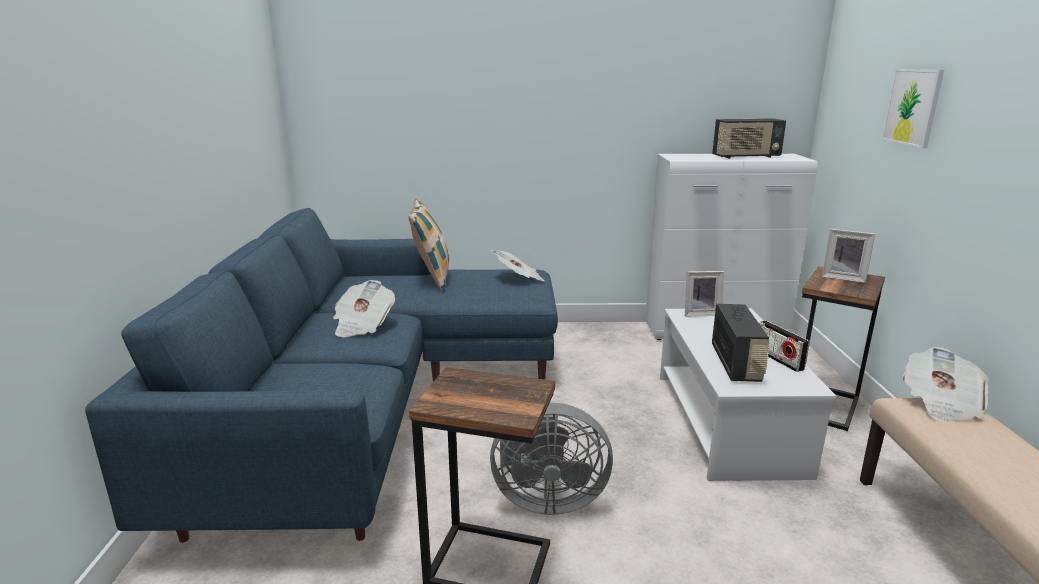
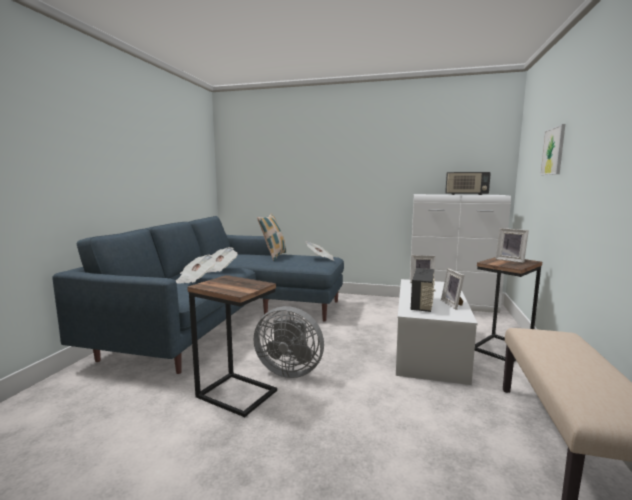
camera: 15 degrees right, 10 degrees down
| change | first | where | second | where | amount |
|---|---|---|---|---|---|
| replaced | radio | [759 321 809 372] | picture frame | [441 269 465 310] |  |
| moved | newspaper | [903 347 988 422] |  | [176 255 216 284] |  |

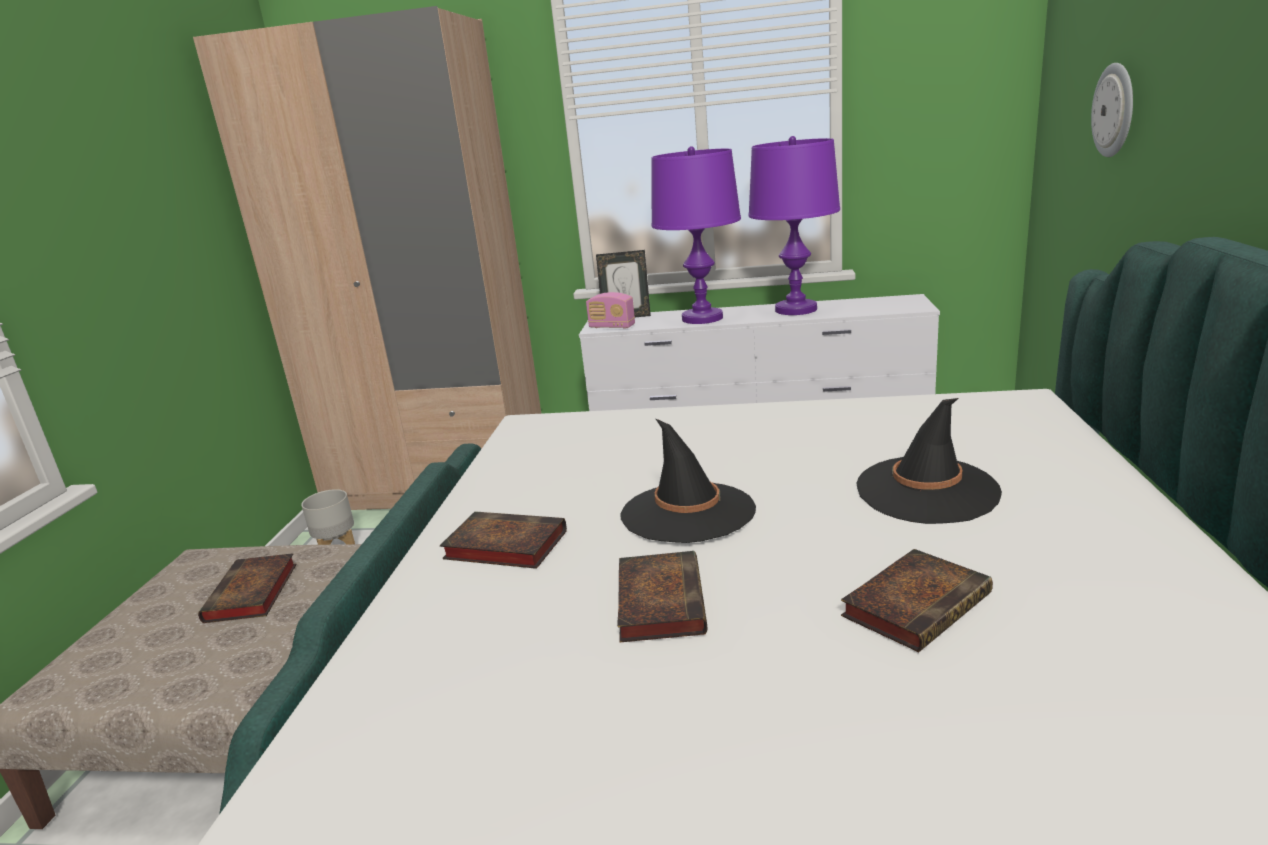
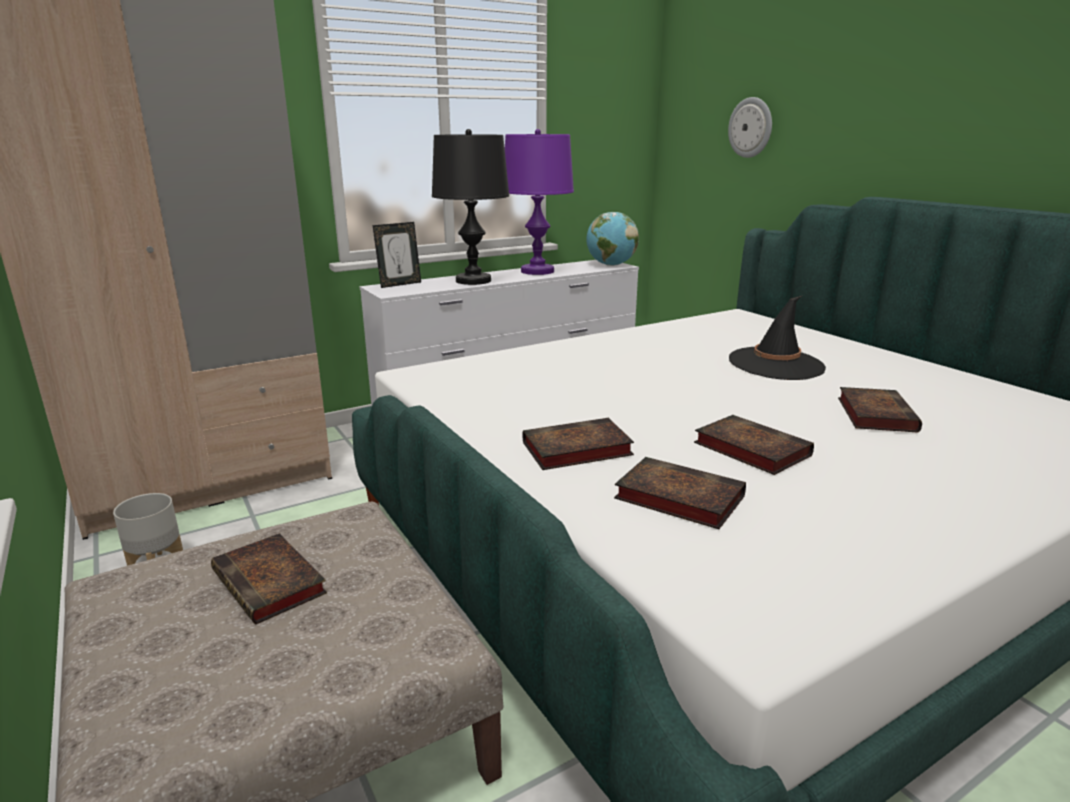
camera: 40 degrees left, 0 degrees up
| change | first | where | second | where | amount |
|---|---|---|---|---|---|
| removed | radio | [586 292 635 329] |  |  |  |
| removed | blackish wearable hat | [621 418 756 543] |  |  |  |
| recoloured | purplish table lamp | [651 146 741 324] | blackish table lamp | [432 129 509 285] |  |
| added |  |  | globe | [586 212 639 266] |  |
| added |  |  | bound book | [614 457 746 529] |  |

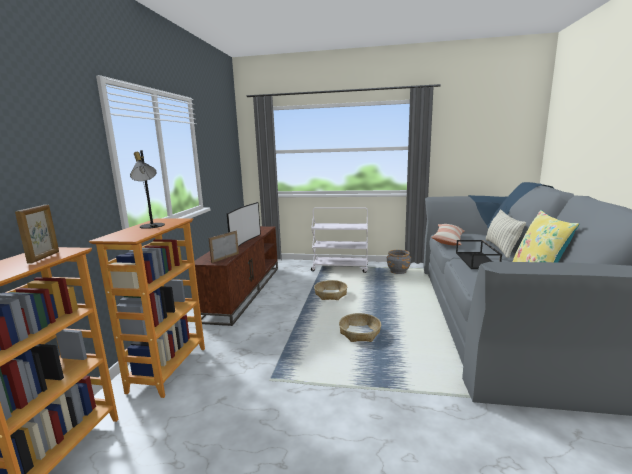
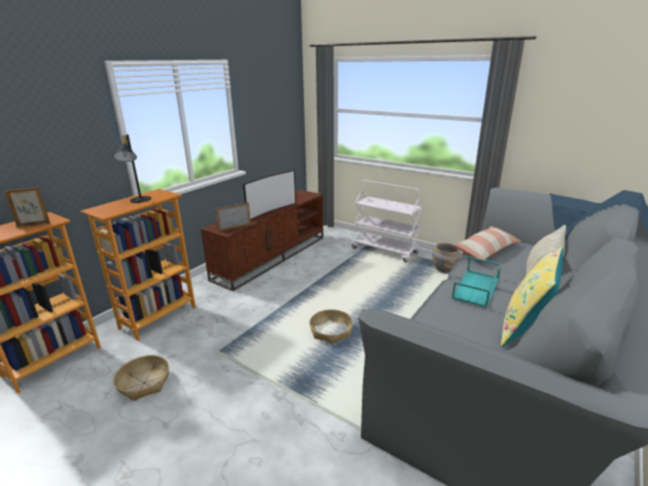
camera: 25 degrees right, 10 degrees up
| change | first | where | second | where | amount |
|---|---|---|---|---|---|
| turned | picture frame | [15 205 59 263] |  | [4 187 50 228] | 135 degrees counterclockwise |
| moved | household basket | [314 280 347 300] |  | [113 355 169 401] |  |
| recoloured | blackish serving tray | [456 240 502 269] | blue-green serving tray | [452 257 502 308] |  |

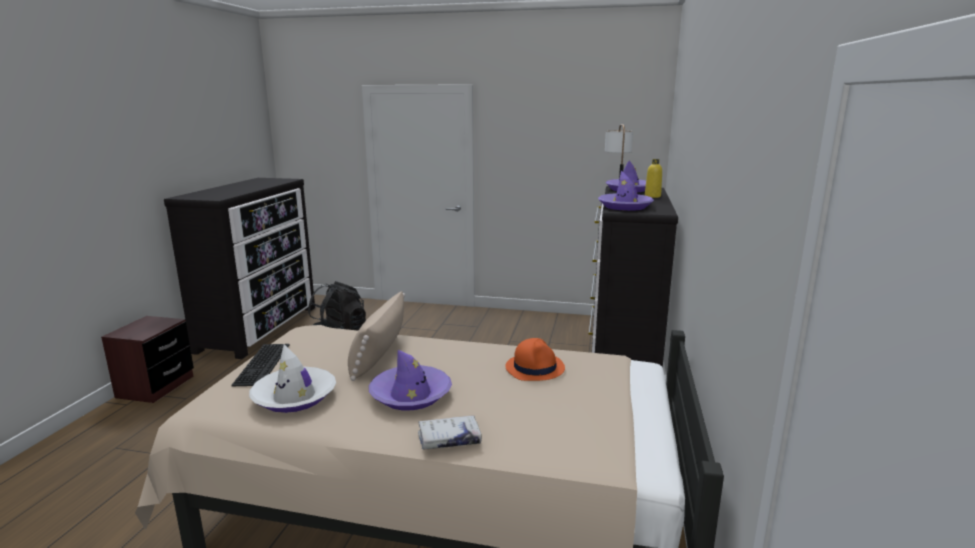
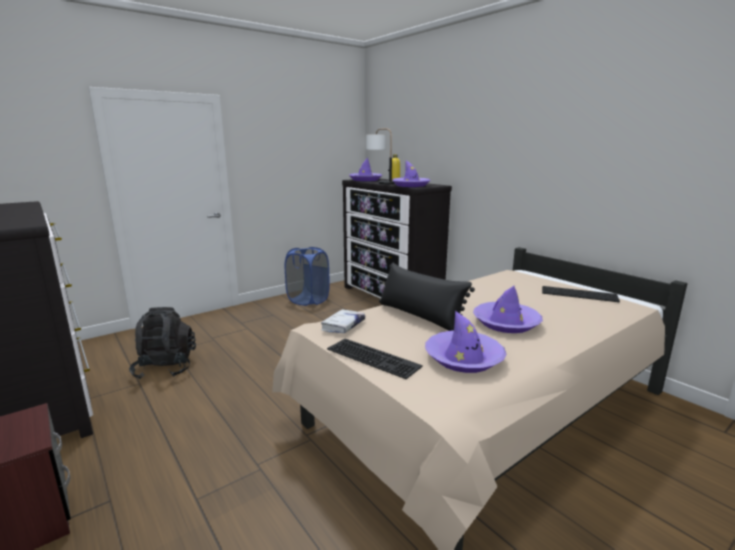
camera: 50 degrees left, 0 degrees up
| change | first | where | second | where | amount |
|---|---|---|---|---|---|
| recoloured | whitish wearable hat | [249 344 336 413] | purplish wearable hat | [425 311 506 373] |  |
| recoloured | sand-coloured throw pillow | [348 291 405 381] | blackish throw pillow | [379 262 475 331] |  |
| moved | whitish bound book | [418 416 482 449] |  | [321 309 365 333] |  |
| removed | orange-coloured wearable hat | [505 338 565 381] |  |  |  |
| added |  |  | blue-coloured hamper | [285 247 330 306] |  |
| added |  |  | PC keyboard | [542 286 620 302] |  |

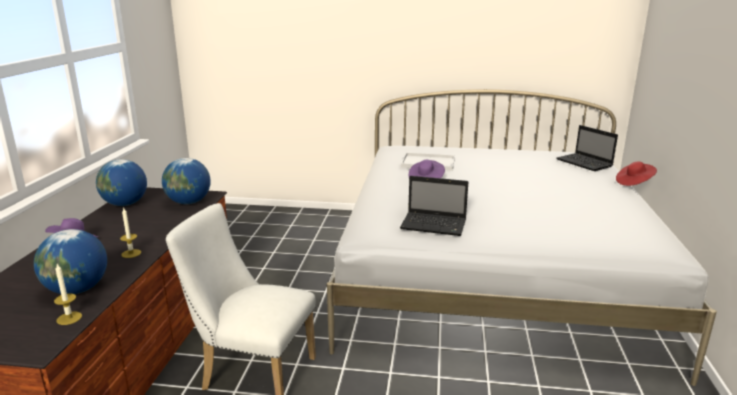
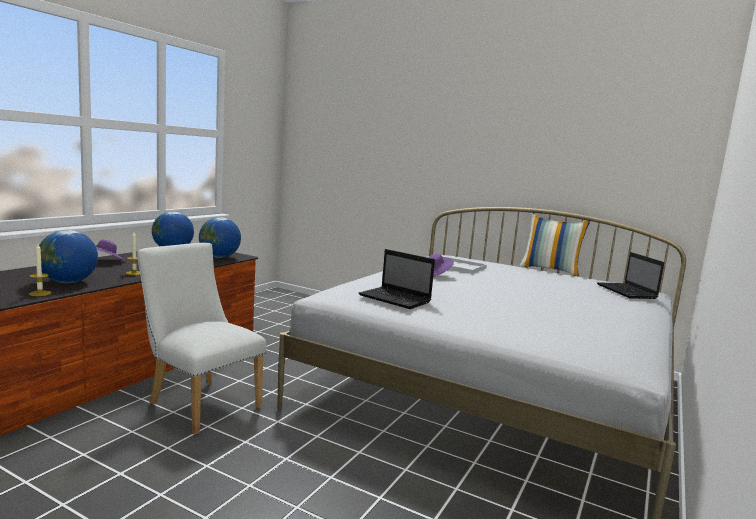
camera: 20 degrees right, 10 degrees down
| change | first | where | second | where | amount |
|---|---|---|---|---|---|
| removed | red-coloured wearable hat | [616 162 657 186] |  |  |  |
| added |  |  | throw pillow | [519 214 590 277] |  |

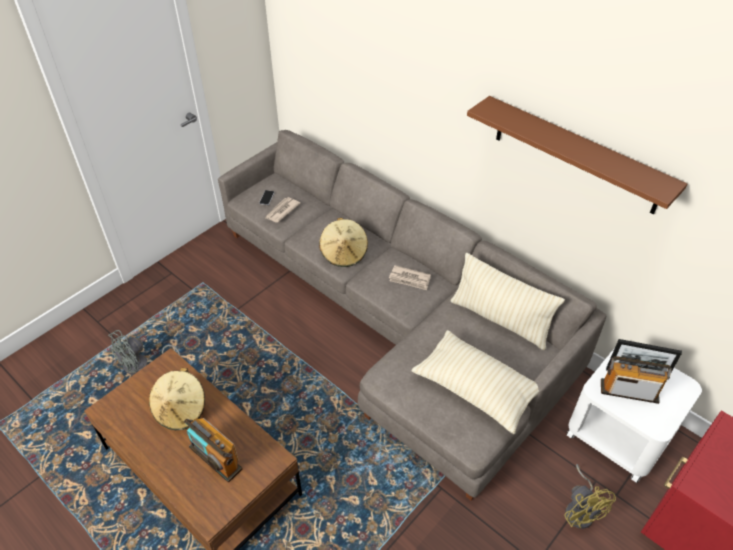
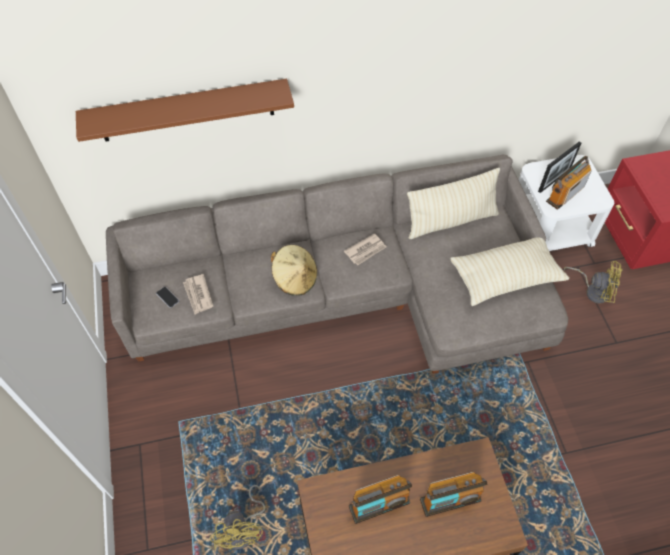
camera: 55 degrees left, 10 degrees up
| change | first | where | second | where | amount |
|---|---|---|---|---|---|
| recoloured | grey cooling fan | [108 330 180 375] | yellow-coloured cooling fan | [210 485 265 550] |  |
| replaced | sand-coloured wearable hat | [149 368 205 430] | radio | [349 475 412 524] |  |
| moved | brown bracket shelf | [467 96 687 214] |  | [76 79 294 142] |  |

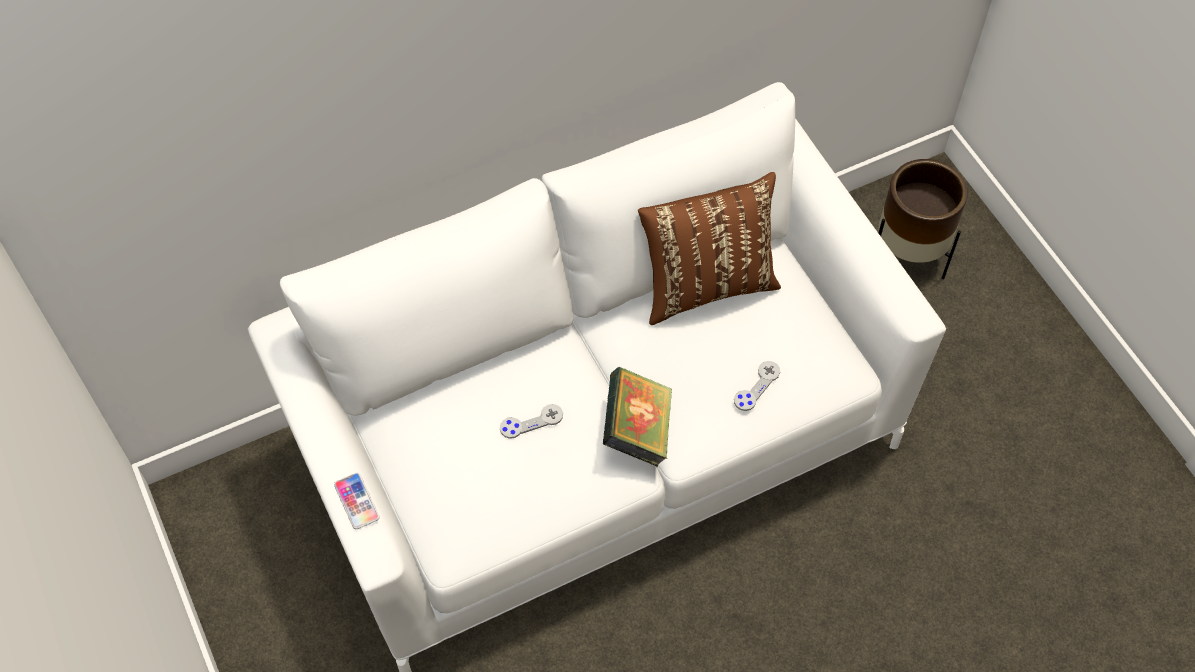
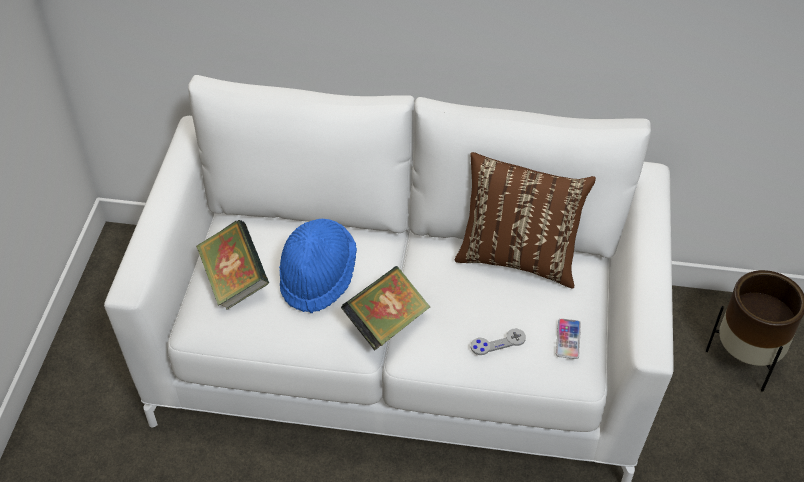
camera: 35 degrees right, 10 degrees down
| change | first | where | second | where | amount |
|---|---|---|---|---|---|
| moved | telephone | [334 473 379 529] |  | [556 318 581 359] |  |
| replaced | grey gamepad | [500 404 563 439] | blue-coloured wearable hat | [279 219 357 313] |  |
| added |  |  | bound book | [196 220 269 310] |  |

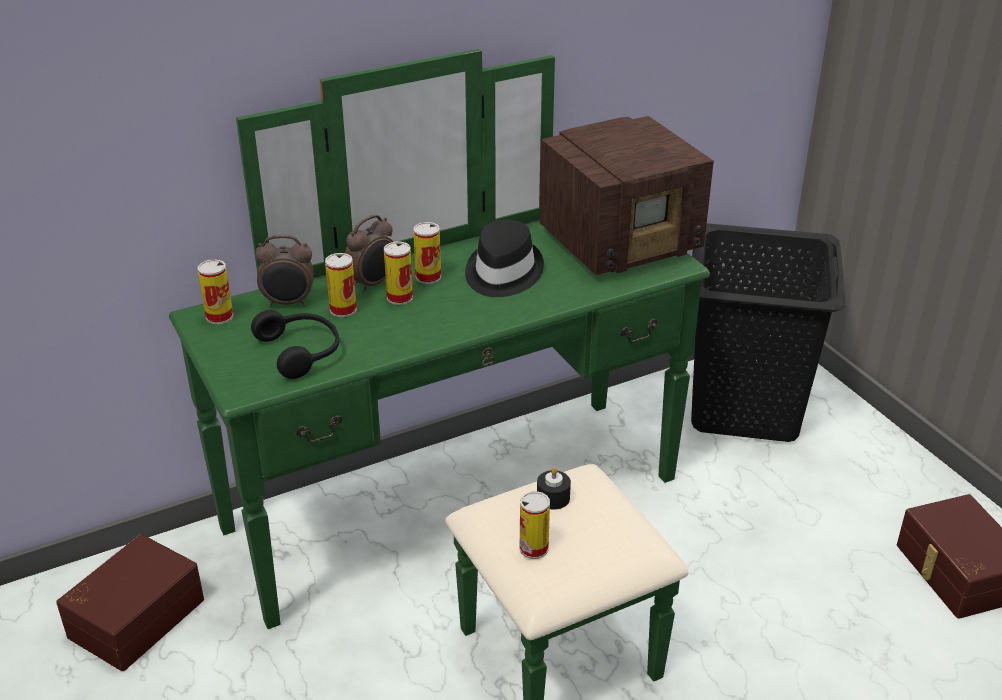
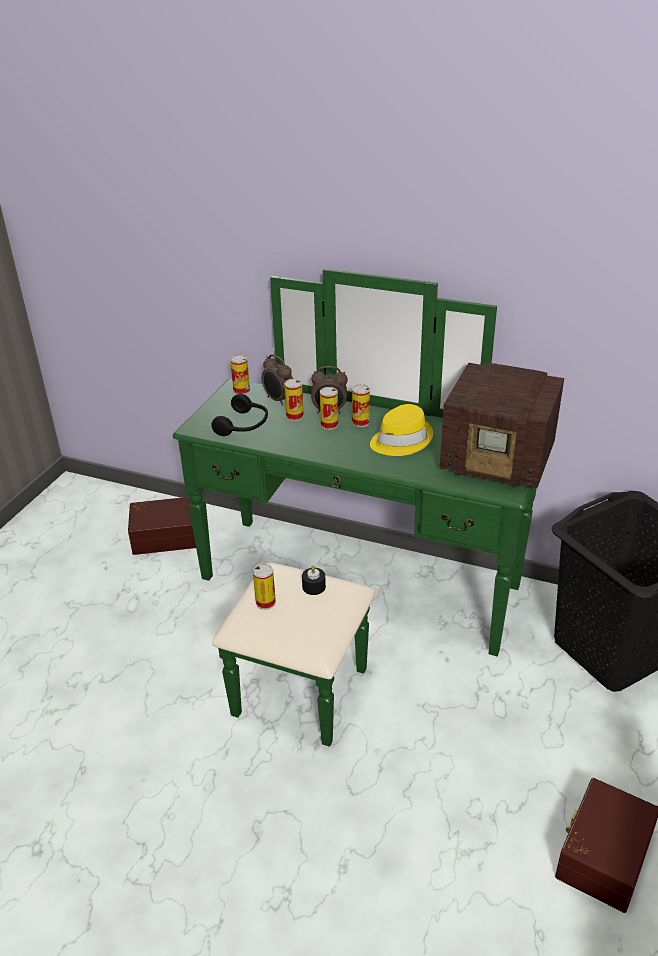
camera: 50 degrees right, 0 degrees up
| change | first | where | second | where | amount |
|---|---|---|---|---|---|
| recoloured | blackish wearable hat | [465 219 544 297] | yellow-coloured wearable hat | [370 404 433 456] |  |

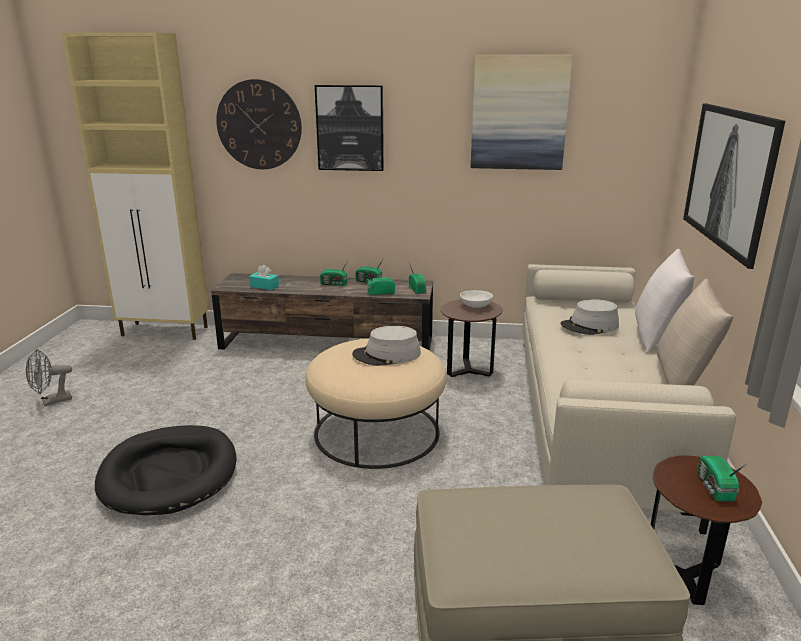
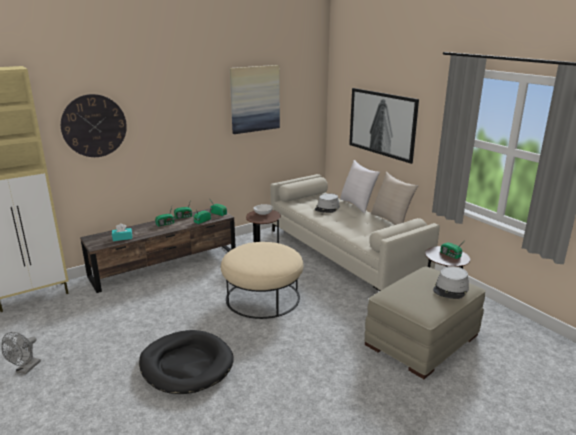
camera: 40 degrees left, 0 degrees up
| change | first | where | second | where | amount |
|---|---|---|---|---|---|
| removed | wall art | [315 85 384 171] |  |  |  |
| moved | grey wearable hat | [352 326 421 366] |  | [433 266 469 299] |  |

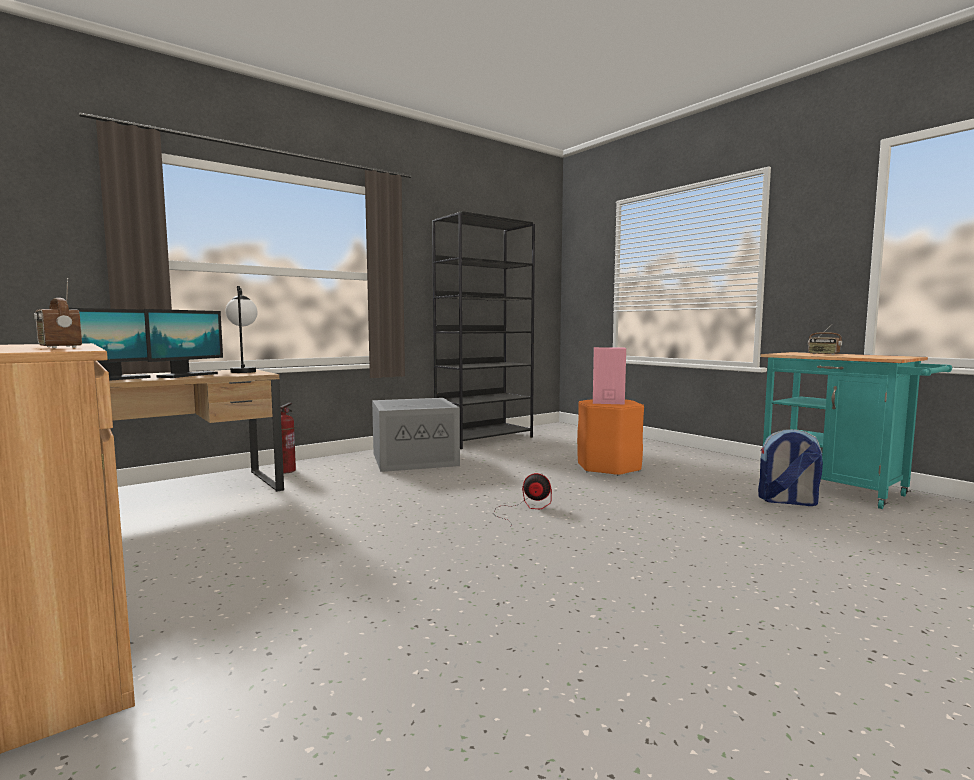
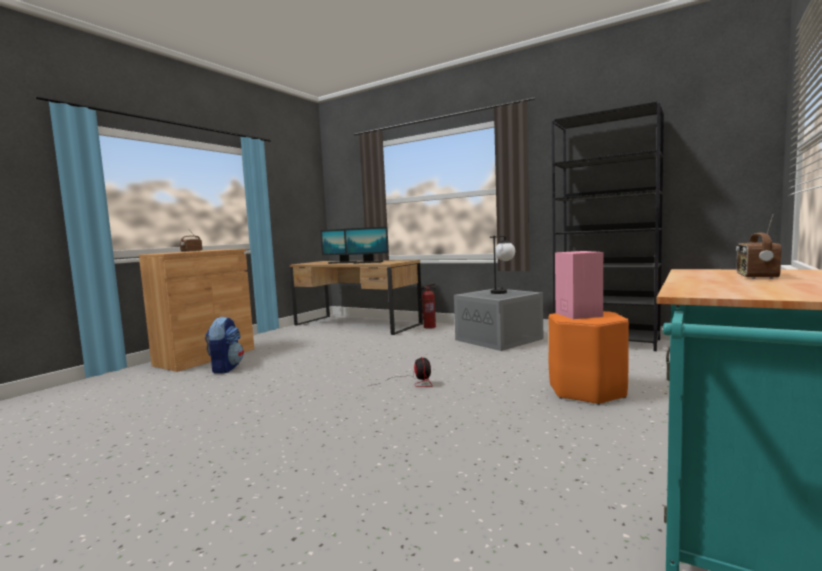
camera: 70 degrees right, 0 degrees up
| change | first | where | second | where | amount |
|---|---|---|---|---|---|
| moved | table lamp | [226 286 258 373] |  | [490 236 515 294] |  |
| moved | knapsack | [758 429 823 506] |  | [205 316 244 374] |  |

